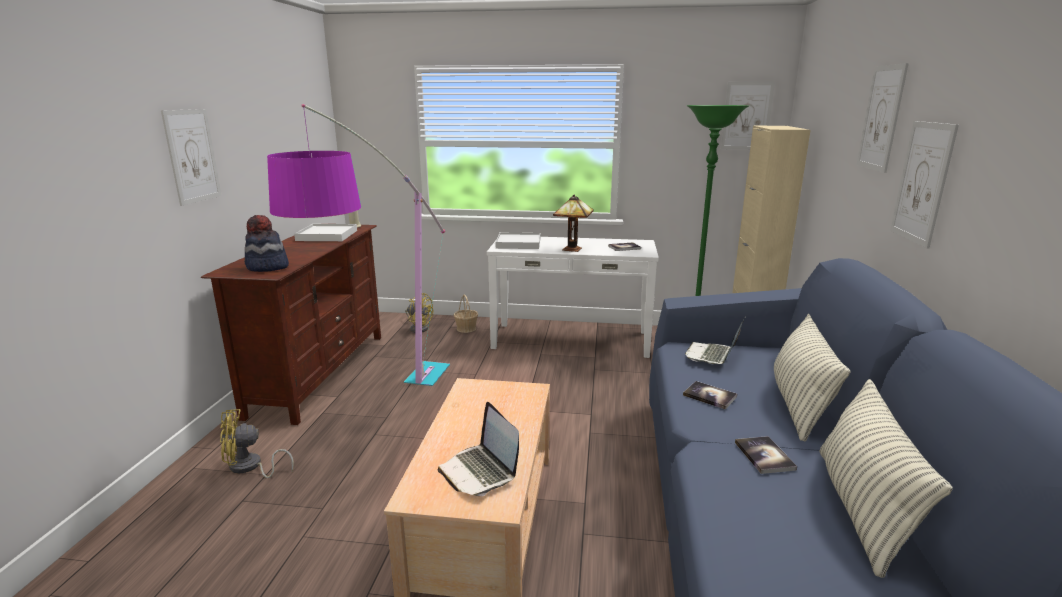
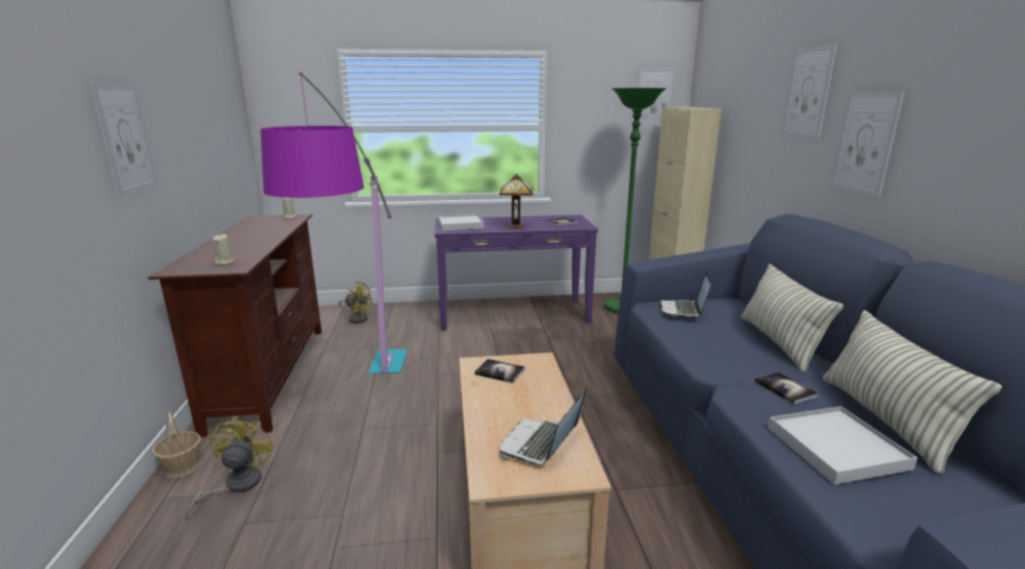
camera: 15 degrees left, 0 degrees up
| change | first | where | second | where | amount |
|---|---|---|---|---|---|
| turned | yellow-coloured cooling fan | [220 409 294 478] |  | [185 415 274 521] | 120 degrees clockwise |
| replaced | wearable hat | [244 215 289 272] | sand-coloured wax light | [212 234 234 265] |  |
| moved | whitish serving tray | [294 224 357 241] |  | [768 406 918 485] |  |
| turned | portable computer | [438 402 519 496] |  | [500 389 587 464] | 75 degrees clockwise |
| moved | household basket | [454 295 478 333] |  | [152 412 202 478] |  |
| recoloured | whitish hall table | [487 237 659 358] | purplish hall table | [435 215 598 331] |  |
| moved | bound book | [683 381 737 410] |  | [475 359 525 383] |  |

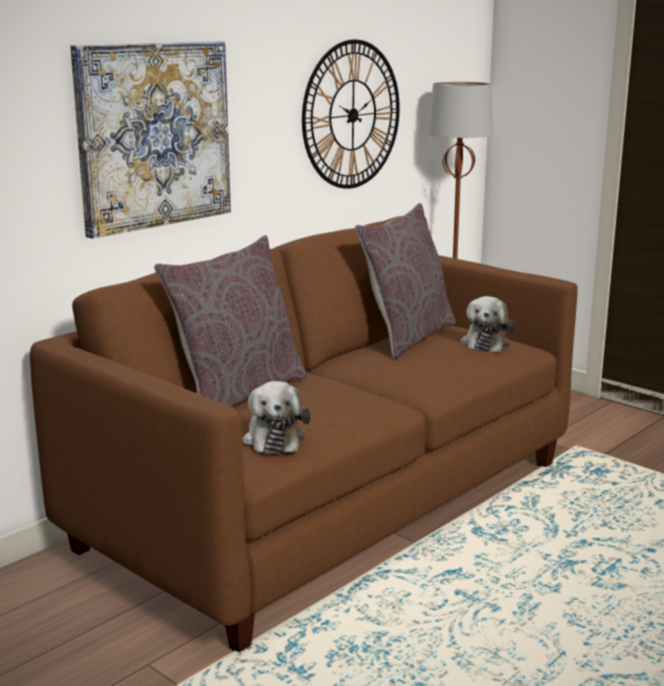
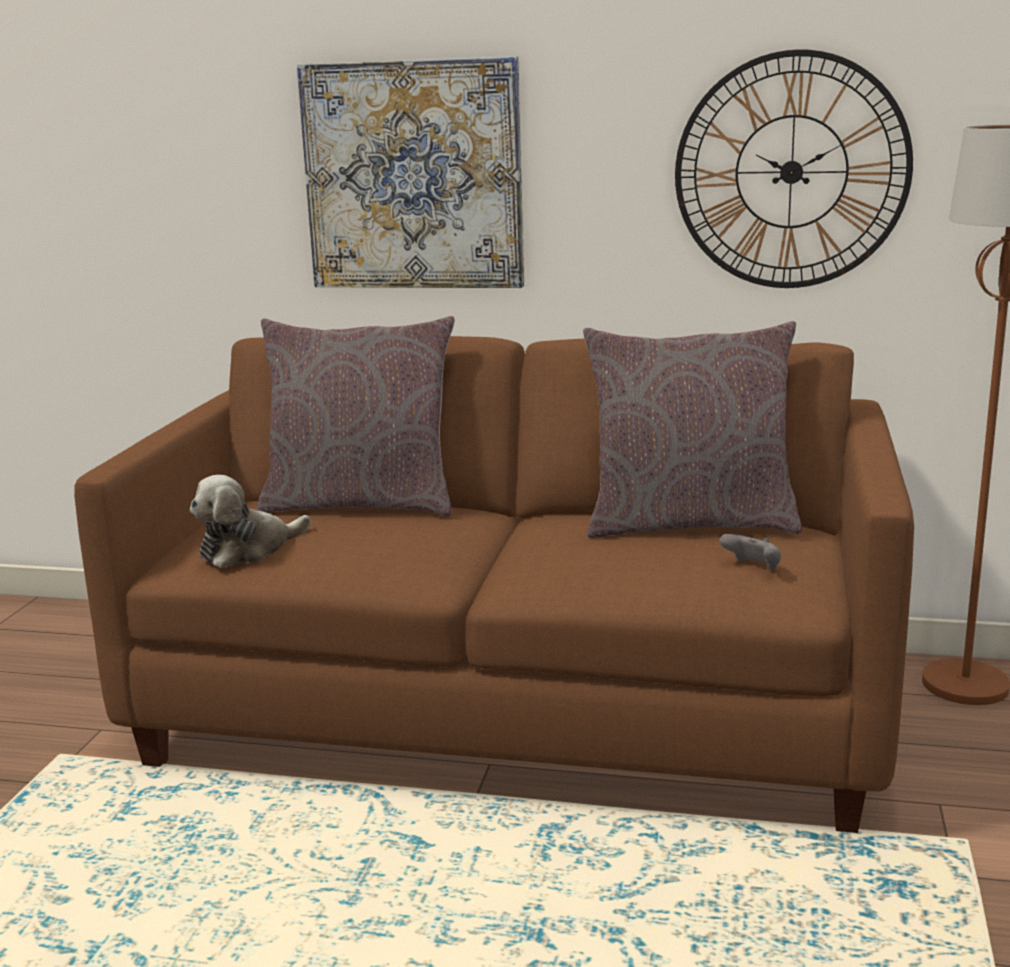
camera: 60 degrees right, 0 degrees up
| change | first | where | second | where | amount |
|---|---|---|---|---|---|
| replaced | soft toy | [461 296 514 352] | grey gamepad | [719 534 781 570] |  |

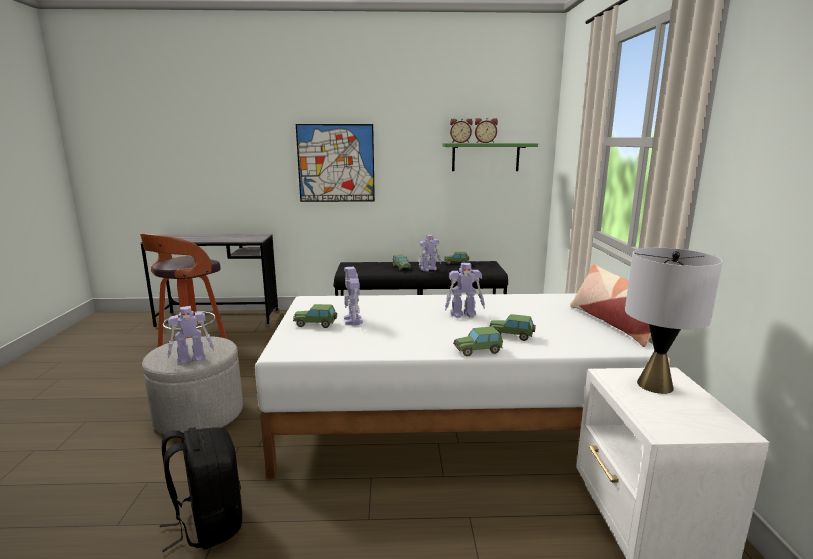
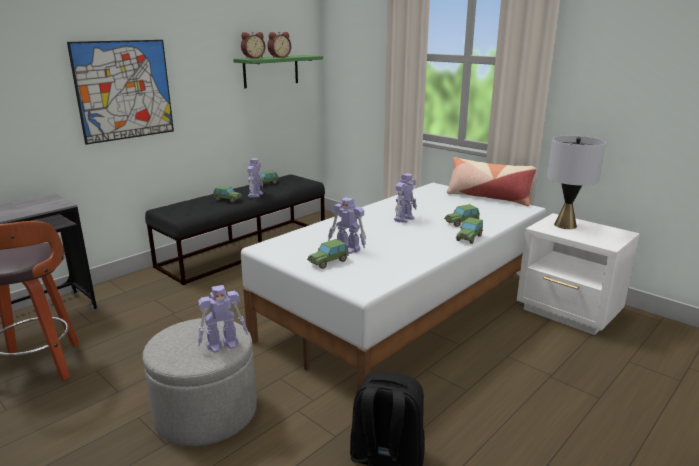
camera: 45 degrees left, 5 degrees up
| change | first | where | second | where | amount |
|---|---|---|---|---|---|
| turned | robot figure | [168 306 214 364] |  | [198 285 248 353] | 45 degrees clockwise |

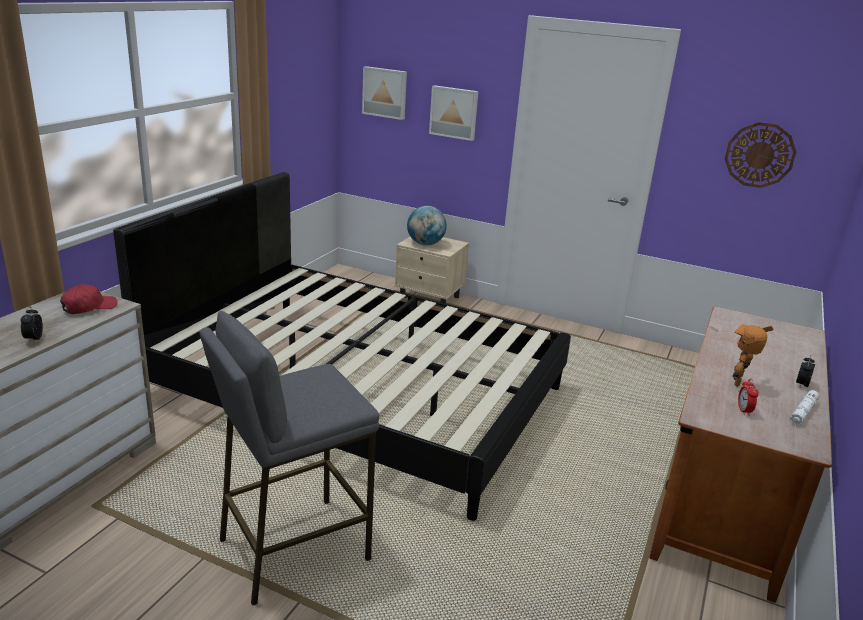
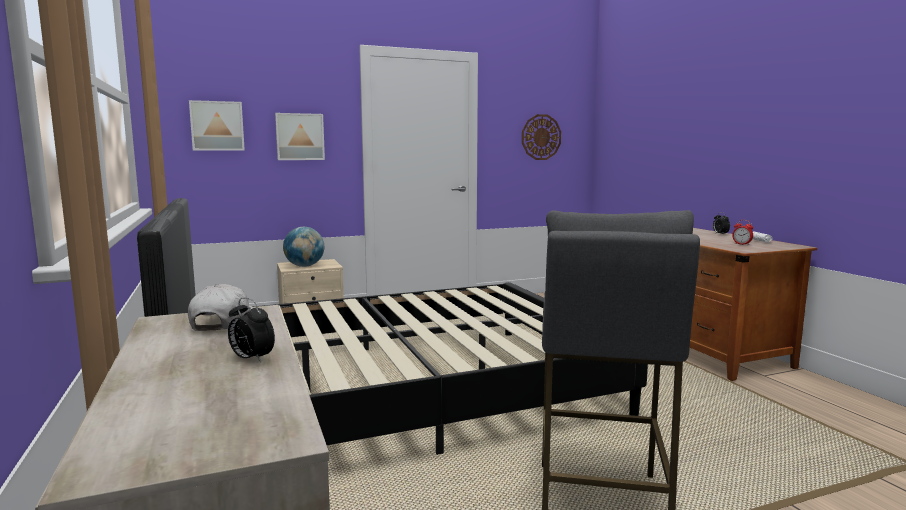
camera: 45 degrees left, 15 degrees down
| change | first | where | second | where | amount |
|---|---|---|---|---|---|
| recoloured | red-coloured cap | [60 284 117 314] | whitish cap | [188 284 253 331] |  |
| removed | robot figure | [732 324 773 386] |  |  |  |

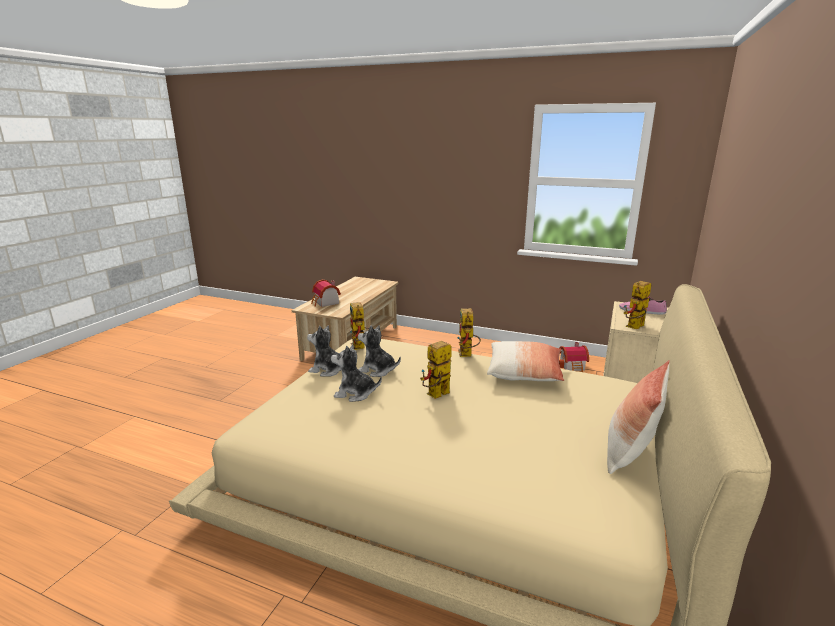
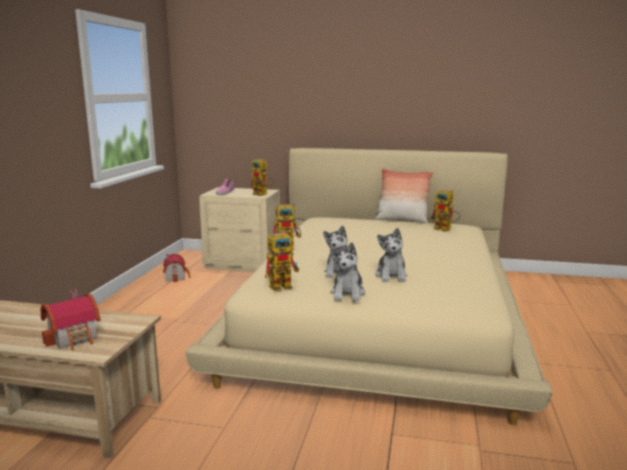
camera: 100 degrees left, 5 degrees down
| change | first | where | second | where | amount |
|---|---|---|---|---|---|
| moved | robot figure | [420 341 452 399] |  | [431 190 461 232] |  |
| removed | throw pillow | [487 341 564 381] |  |  |  |

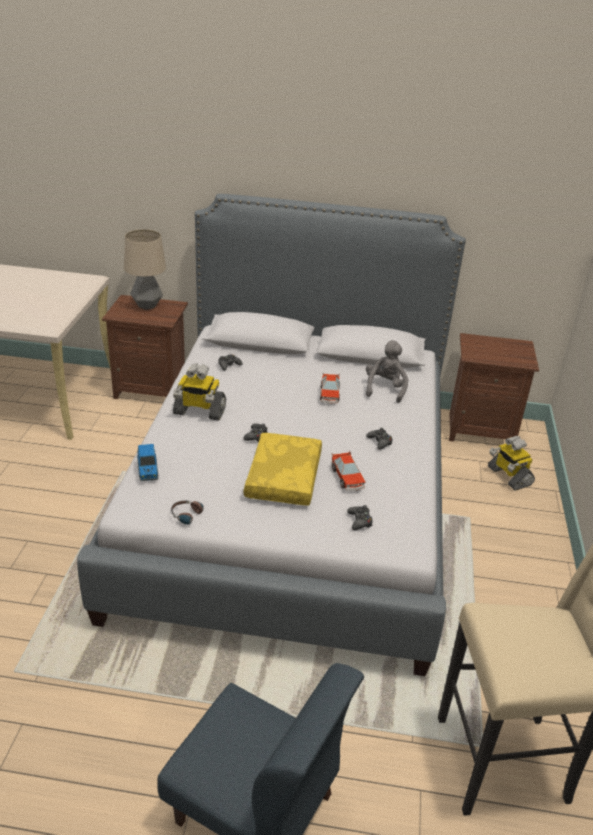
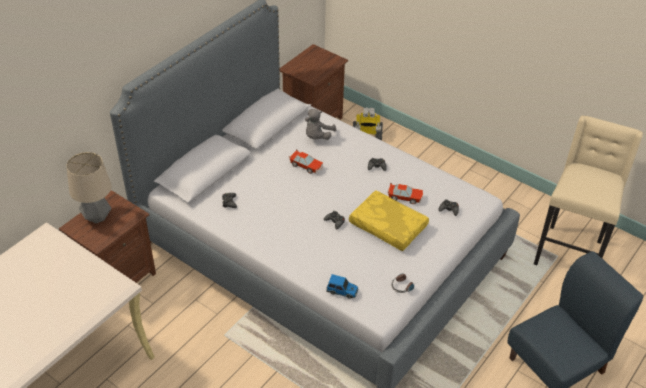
camera: 60 degrees left, 10 degrees up
| change | first | where | second | where | amount |
|---|---|---|---|---|---|
| removed | robot figure | [173 363 226 421] |  |  |  |
| turned | grey soft toy | [366 340 408 403] |  | [305 109 336 140] | 105 degrees counterclockwise |

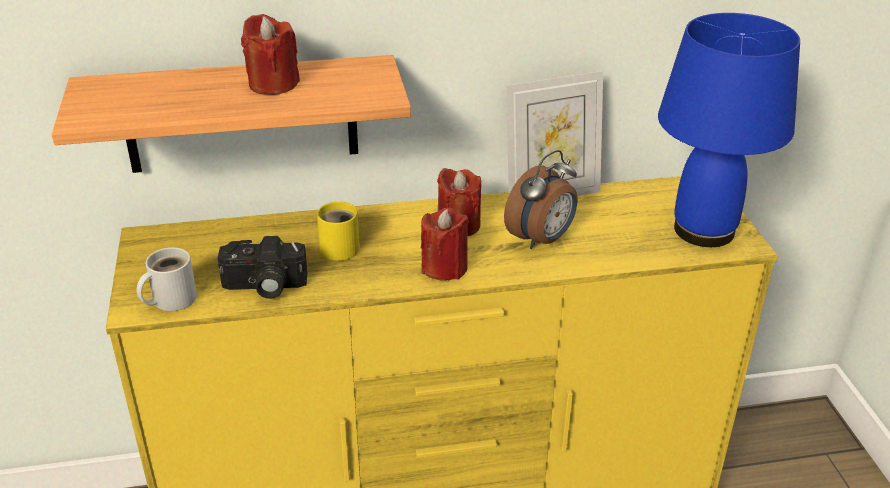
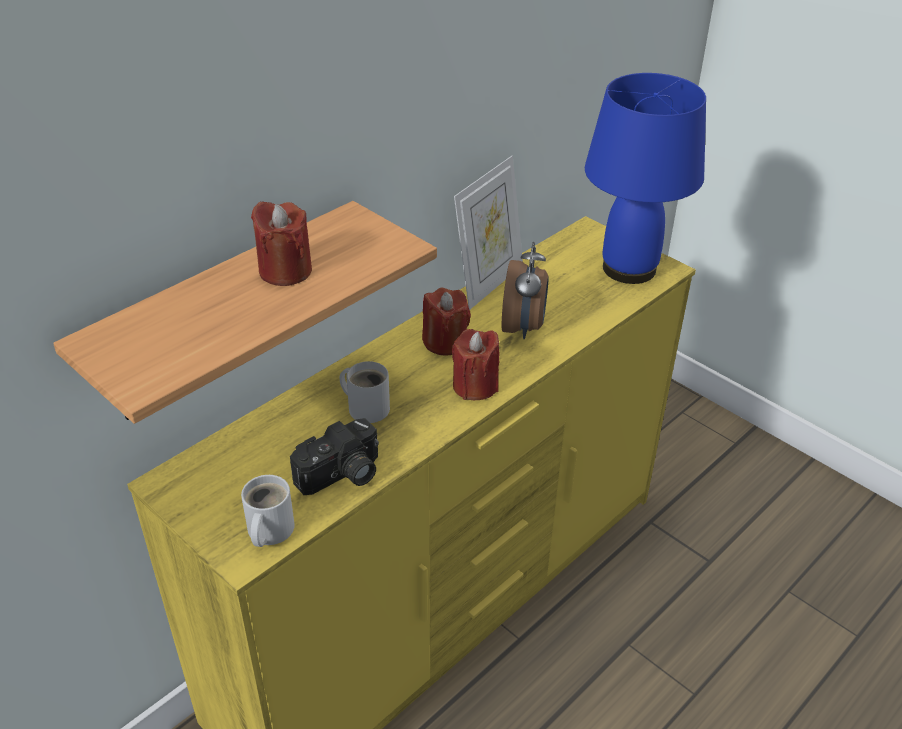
camera: 35 degrees left, 5 degrees up
| change | first | where | second | where | amount |
|---|---|---|---|---|---|
| recoloured | yellow-coloured mug | [317 202 360 261] | whitish mug | [340 361 390 423] |  |

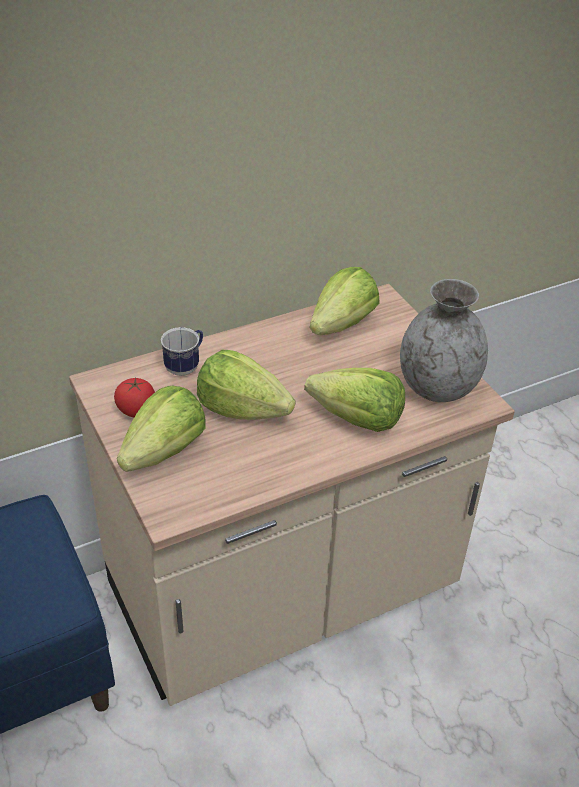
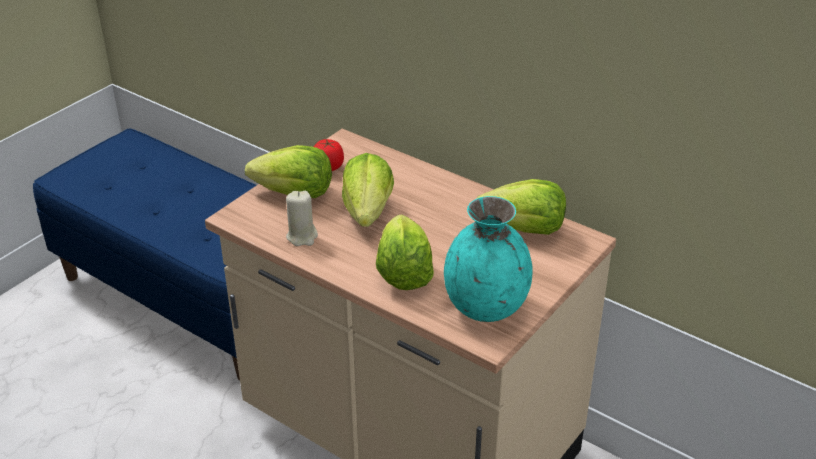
camera: 65 degrees right, 5 degrees down
| change | first | where | second | where | amount |
|---|---|---|---|---|---|
| removed | mug | [161 327 203 376] |  |  |  |
| recoloured | grey vase | [400 279 488 402] | blue-green vase | [444 196 533 322] |  |
| added |  |  | sand-coloured wax light | [286 191 318 246] |  |

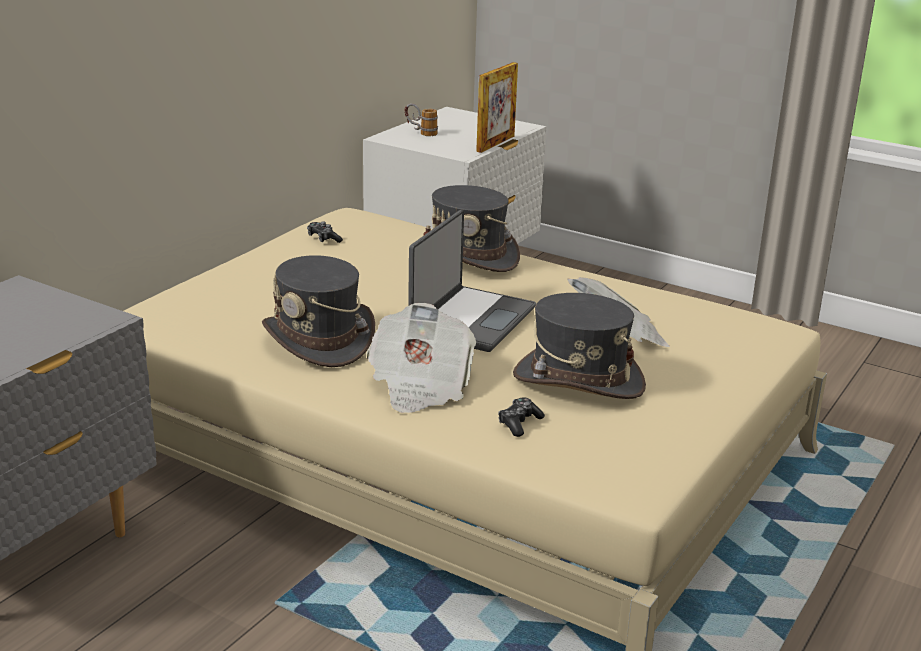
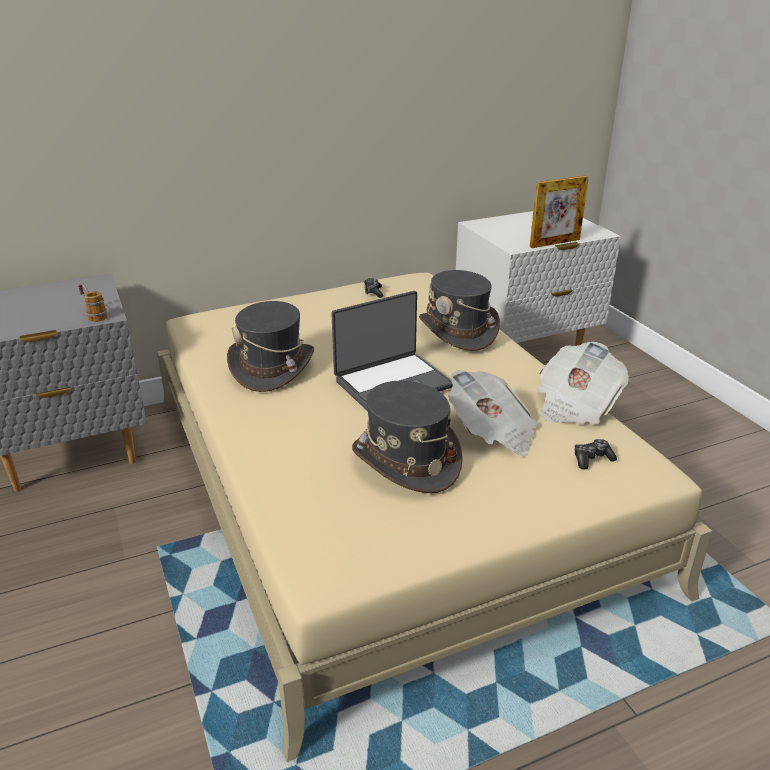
camera: 35 degrees right, 5 degrees up
| change | first | where | second | where | amount |
|---|---|---|---|---|---|
| moved | newspaper | [366 303 476 413] |  | [538 342 629 425] |  |
| moved | mug | [404 103 438 136] |  | [78 282 107 322] |  |
| moved | gamepad | [498 397 545 437] |  | [575 439 617 470] |  |

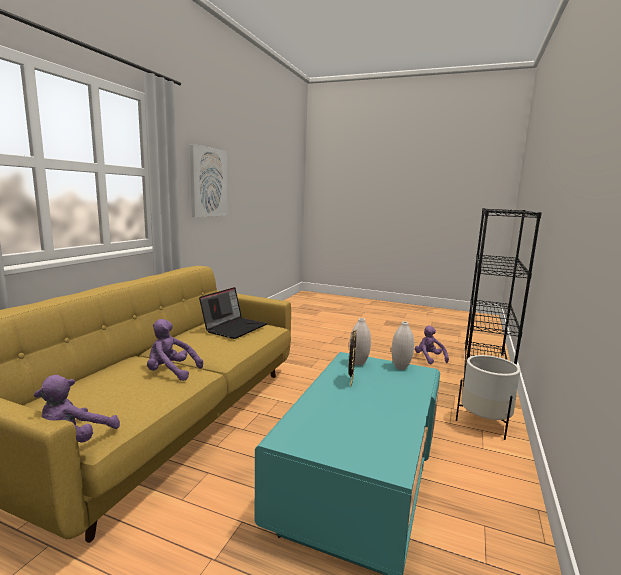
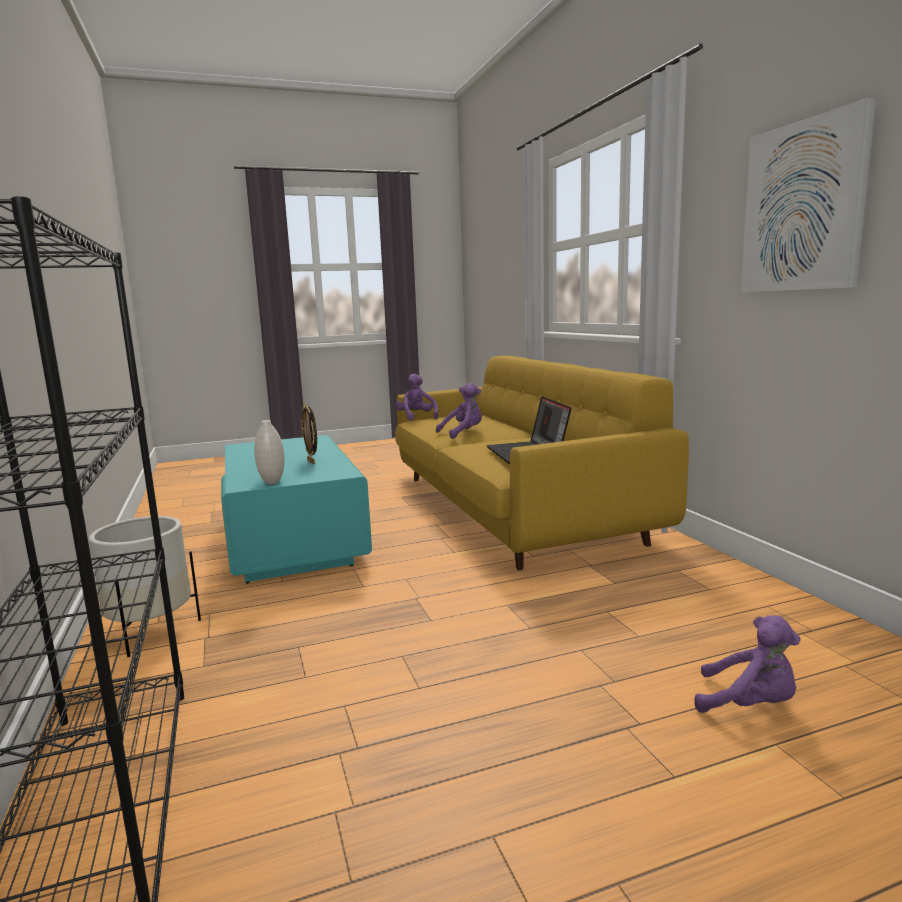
camera: 140 degrees right, 0 degrees up
| change | first | where | second | where | amount |
|---|---|---|---|---|---|
| removed | whitish vase | [349 318 371 366] |  |  |  |
| moved | purplish soft toy | [415 326 449 364] |  | [694 615 801 713] |  |

